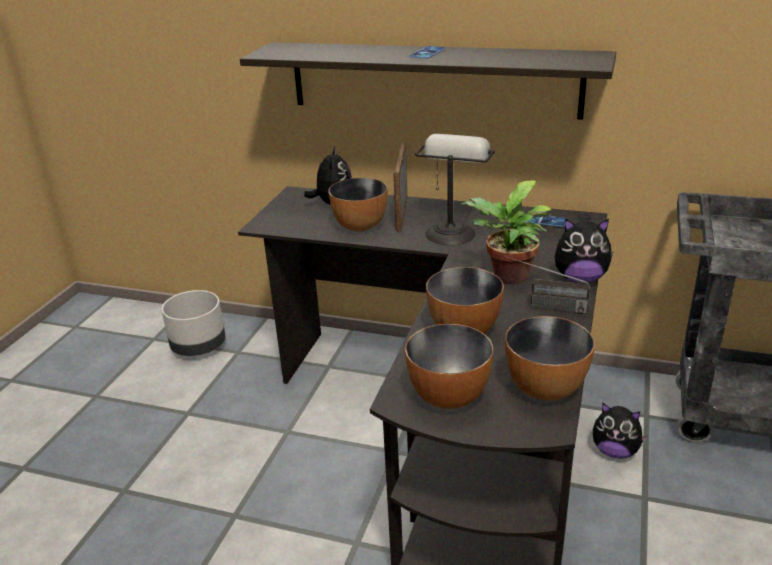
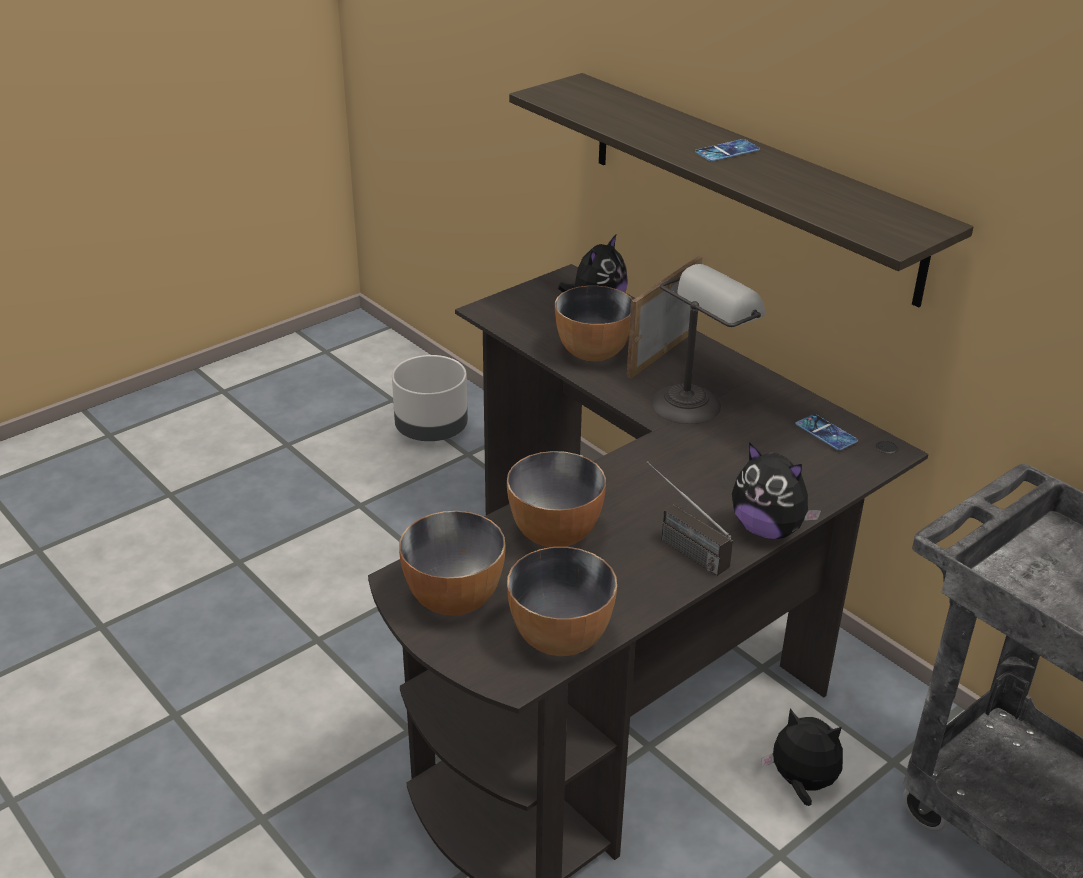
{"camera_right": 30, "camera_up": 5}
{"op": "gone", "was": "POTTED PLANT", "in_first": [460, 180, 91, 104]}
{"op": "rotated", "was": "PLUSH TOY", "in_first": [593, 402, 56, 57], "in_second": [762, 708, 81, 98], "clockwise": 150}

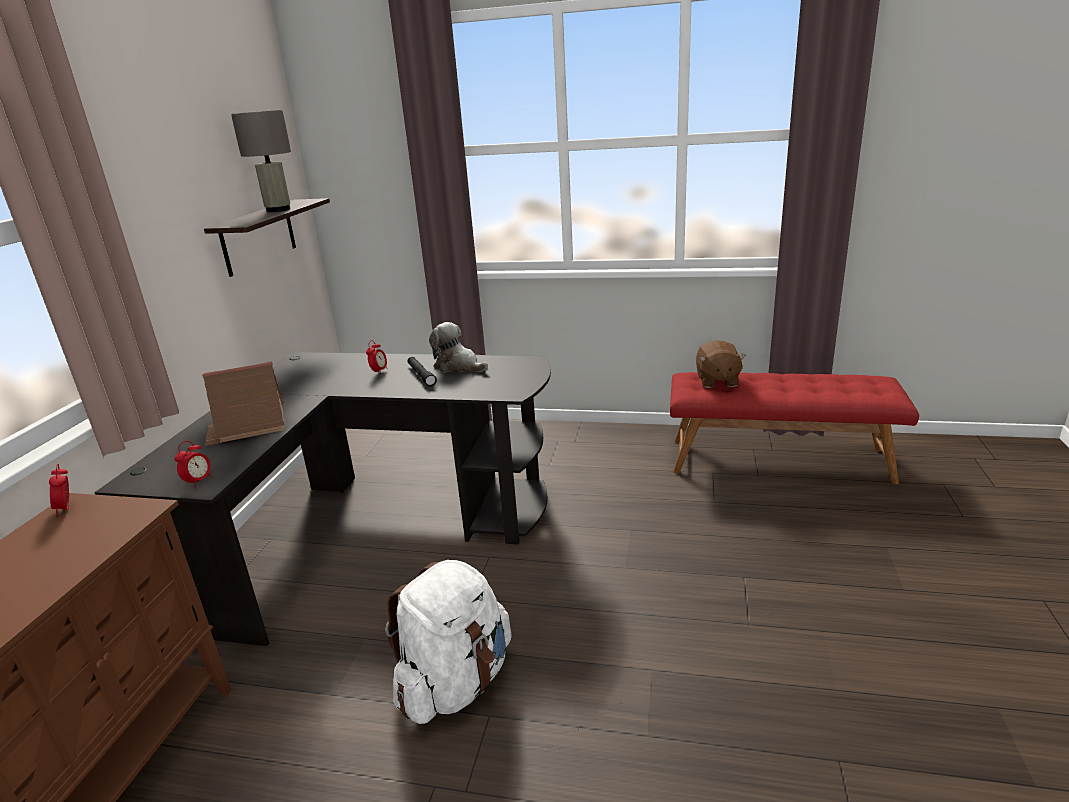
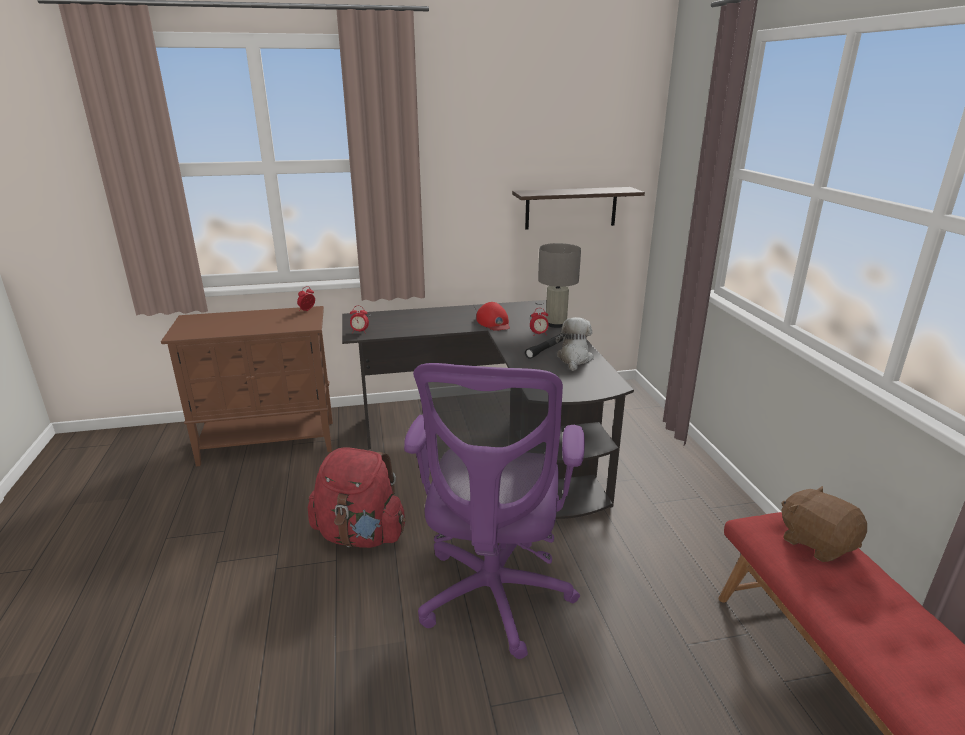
{"camera_right": 65, "camera_up": 0}
{"op": "gone", "was": "TOY HOUSE", "in_first": [202, 361, 82, 85]}
{"op": "shifted", "was": "GREY TABLE LAMP", "in_first": [231, 110, 60, 102], "in_second": [538, 243, 43, 85]}
{"op": "repainted", "was": "WHITE BACKPACK", "now": "RED BACKPACK", "in_first": [385, 560, 127, 164], "in_second": [308, 447, 98, 101]}
{"op": "rotated", "was": "BROWN PLUSH TOY", "in_first": [696, 340, 50, 48], "in_second": [782, 486, 85, 76], "clockwise": 75}
{"op": "new", "now": "PURPLE OFFICE CHAIR", "in_second": [404, 363, 181, 296]}
{"op": "new", "now": "RED CAP", "in_second": [476, 302, 34, 29]}

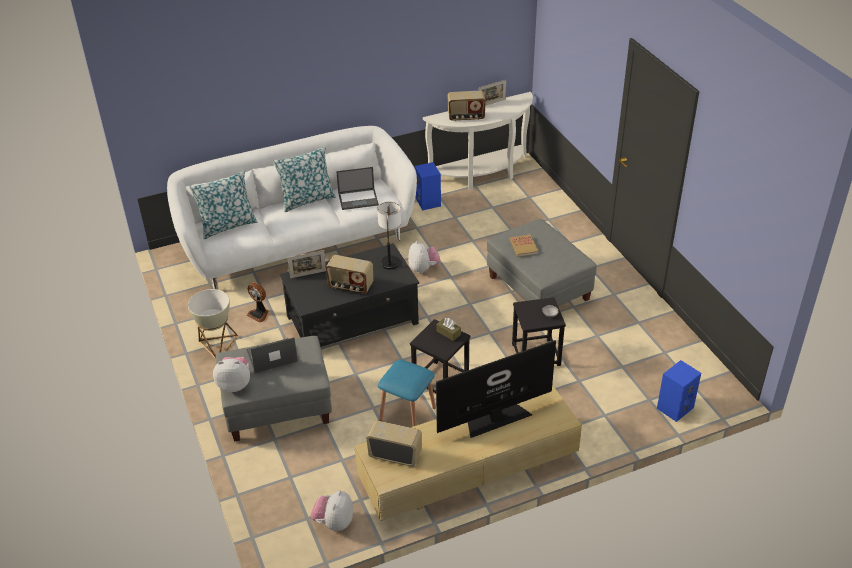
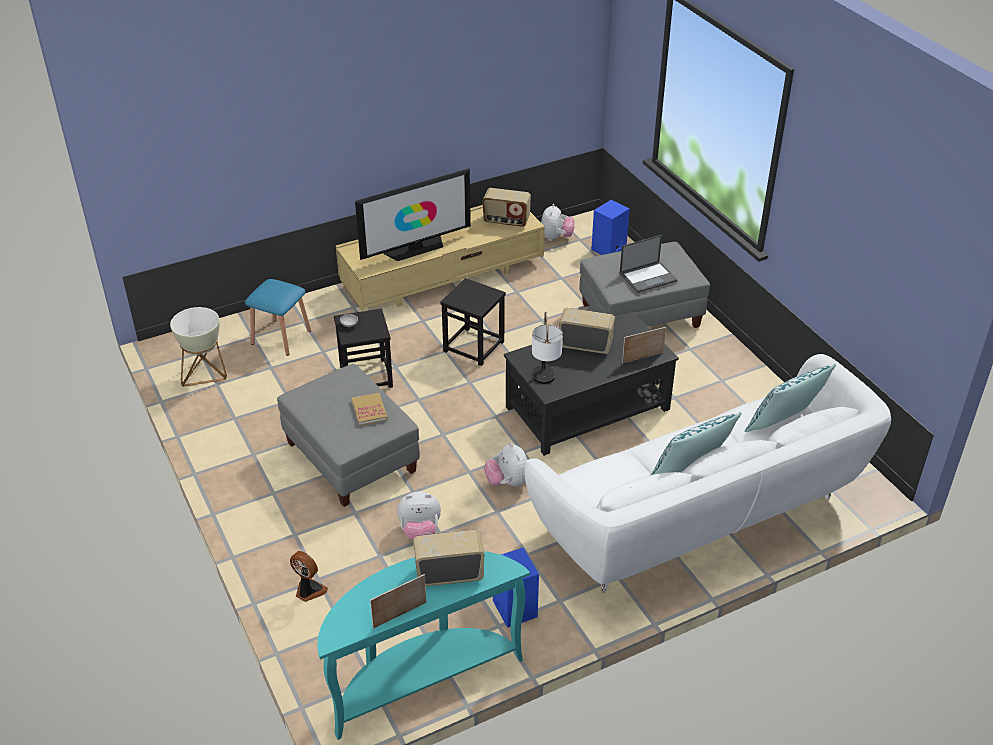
{"camera_right": 175, "camera_up": 0}
{"op": "shifted", "was": "PLANTER", "in_first": [188, 289, 50, 70], "in_second": [170, 307, 57, 79]}
{"op": "shifted", "was": "PLUSH TOY", "in_first": [213, 357, 37, 35], "in_second": [397, 492, 44, 48]}
{"op": "shifted", "was": "FAN", "in_first": [246, 283, 23, 39], "in_second": [290, 551, 38, 51]}
{"op": "gone", "was": "LAPTOP", "in_first": [336, 167, 43, 43]}
{"op": "shifted", "was": "BLUE STOOL", "in_first": [378, 360, 58, 66], "in_second": [245, 279, 66, 77]}
{"op": "repainted", "was": "WHITE CONSOLE TABLE", "now": "TURQUOISE CONSOLE TABLE", "in_first": [423, 92, 110, 98], "in_second": [317, 551, 213, 189]}
{"op": "gone", "was": "BROWN TISSUE BOX", "in_first": [436, 318, 25, 23]}
{"op": "shifted", "was": "BLUE SPEAKER", "in_first": [657, 360, 44, 62], "in_second": [591, 200, 39, 55]}

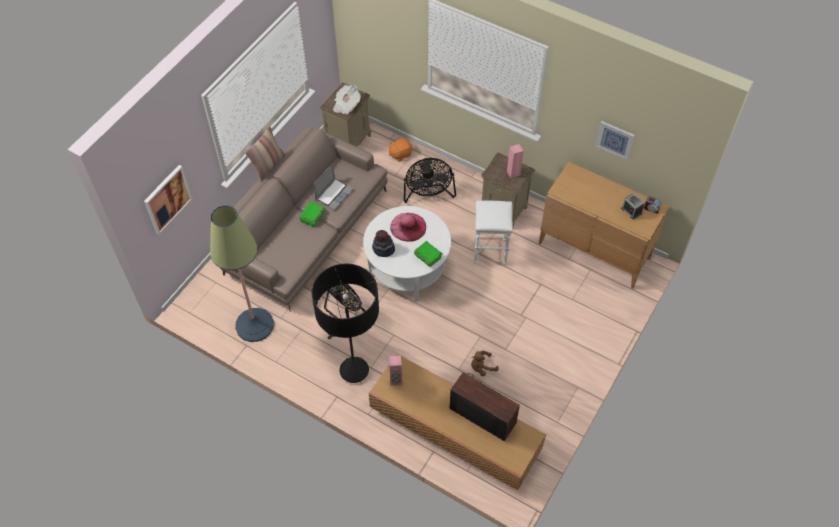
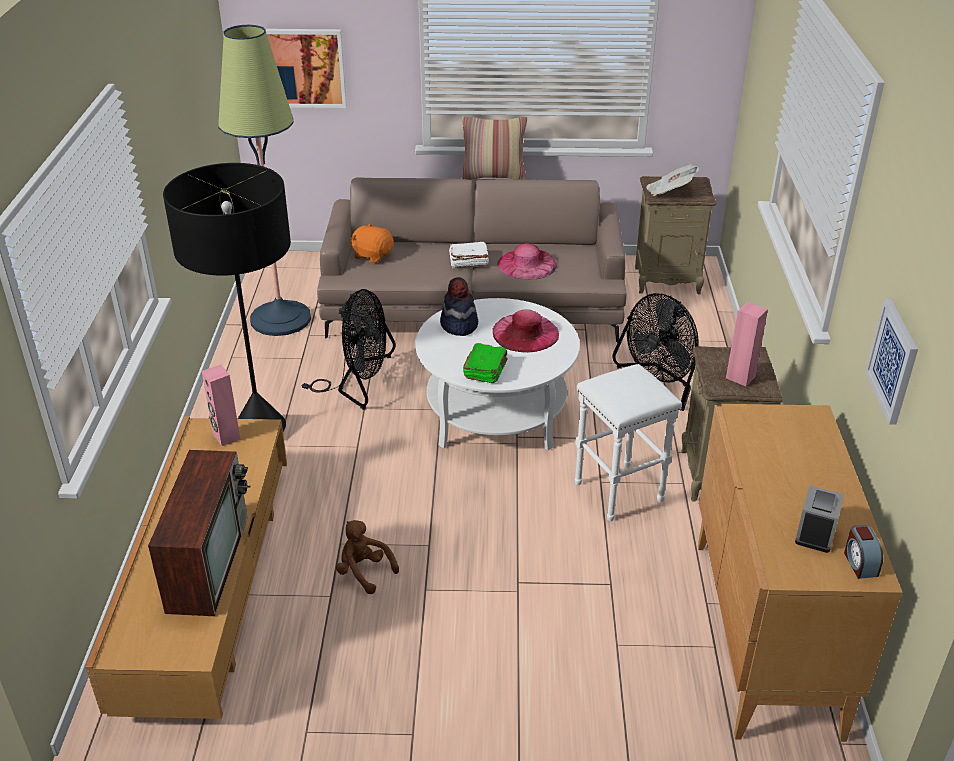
{"camera_right": 60, "camera_up": -20}
{"op": "repainted", "was": "GREEN BOOK", "now": "WHITE BOOK", "in_first": [300, 202, 25, 25], "in_second": [449, 242, 40, 26]}
{"op": "swapped", "was": "LAPTOP", "now": "PINK HAT", "in_first": [313, 163, 41, 47], "in_second": [497, 243, 60, 37]}
{"op": "shifted", "was": "ORANGE PLUSH TOY", "in_first": [389, 138, 24, 24], "in_second": [351, 223, 42, 41]}

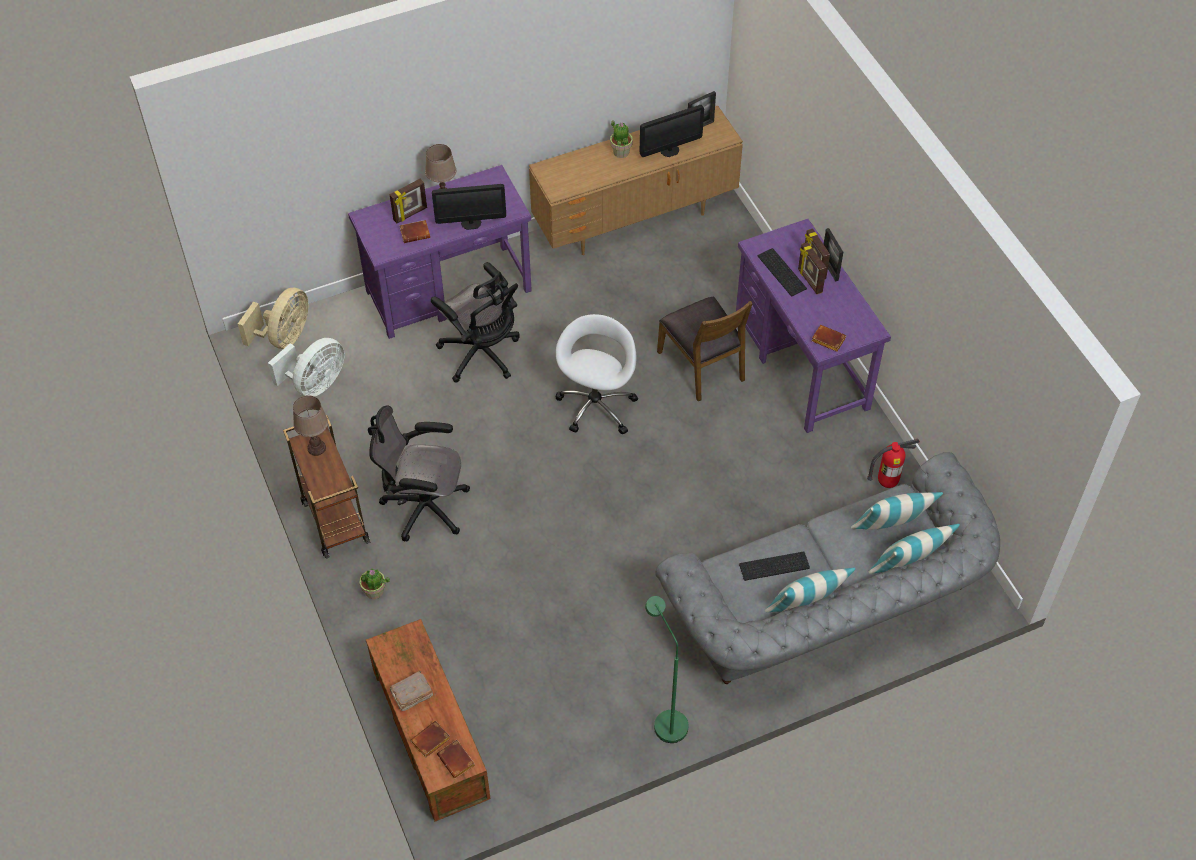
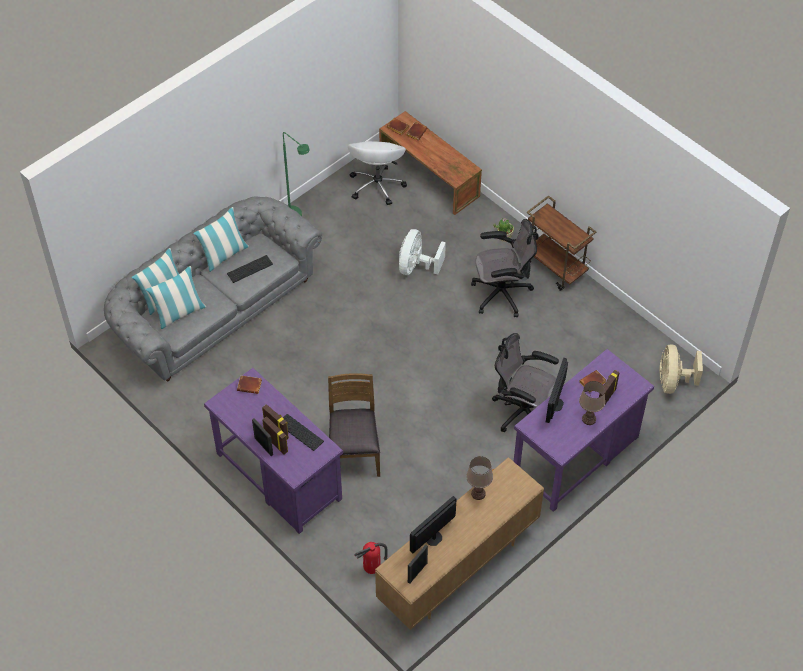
{"camera_right": 160, "camera_up": 0}
{"op": "shifted", "was": "WHITE FAN", "in_first": [268, 338, 77, 59], "in_second": [399, 229, 47, 46]}
{"op": "shifted", "was": "BROWN TABLE LAMP", "in_first": [293, 395, 35, 61], "in_second": [466, 456, 27, 44]}
{"op": "gone", "was": "BROWN BOOK", "in_first": [389, 670, 44, 41]}
{"op": "rotated", "was": "MONITOR", "in_first": [432, 184, 74, 46], "in_second": [546, 358, 22, 65], "clockwise": -45}
{"op": "shifted", "was": "WHITE OFFICE CHAIR", "in_first": [555, 314, 83, 120], "in_second": [348, 141, 59, 64]}
{"op": "gone", "was": "POTTED PLANT", "in_first": [610, 120, 23, 38]}
{"op": "rotated", "was": "BROWN CHAIR", "in_first": [657, 297, 96, 104], "in_second": [328, 373, 52, 104], "clockwise": 45}
{"op": "shifted", "was": "FIRE EXTINGUISHER", "in_first": [867, 439, 53, 49], "in_second": [355, 542, 33, 32]}

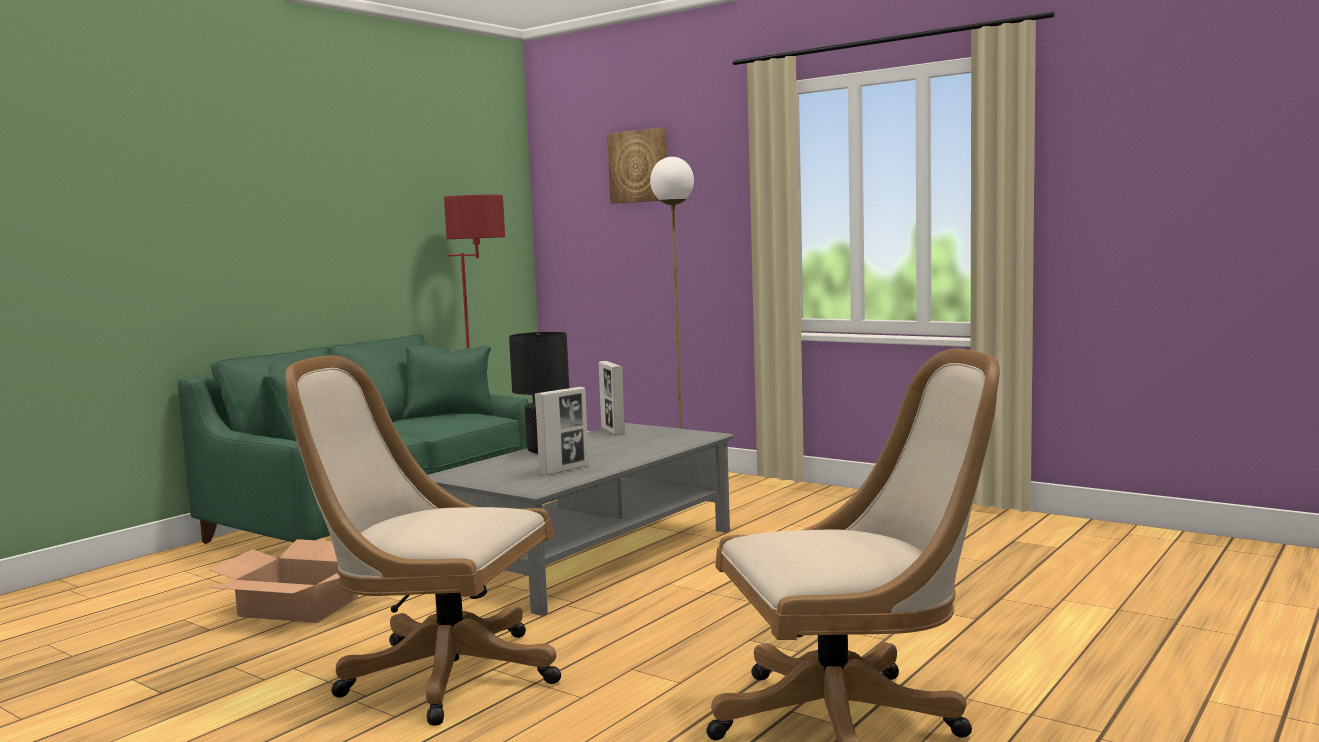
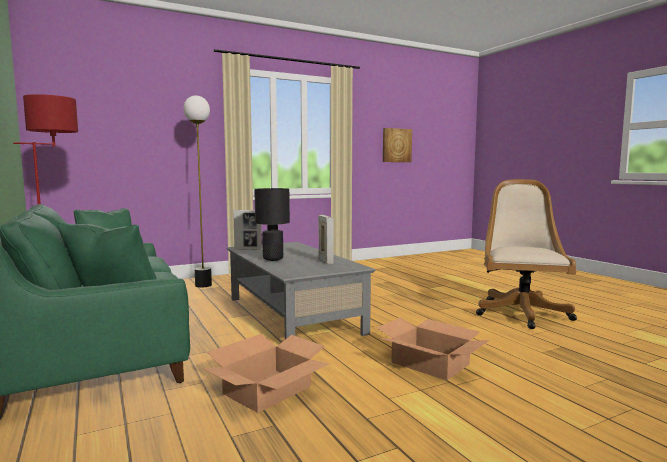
{"camera_right": -65, "camera_up": 0}
{"op": "swapped", "was": "OFFICE CHAIR", "now": "CARDBOARD BOX", "in_first": [285, 355, 276, 371], "in_second": [377, 317, 113, 64]}
{"op": "shifted", "was": "PICTURE", "in_first": [607, 127, 60, 77], "in_second": [383, 128, 29, 34]}

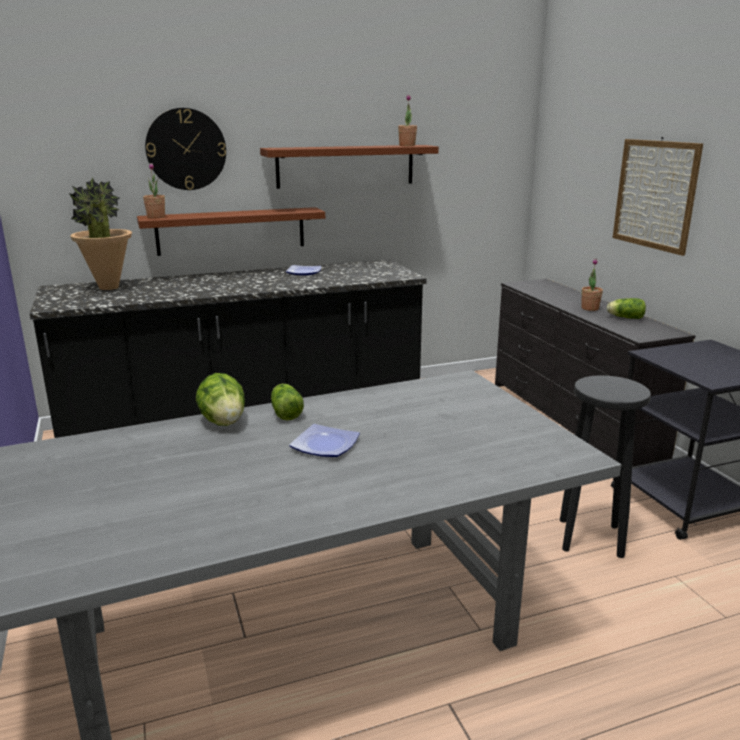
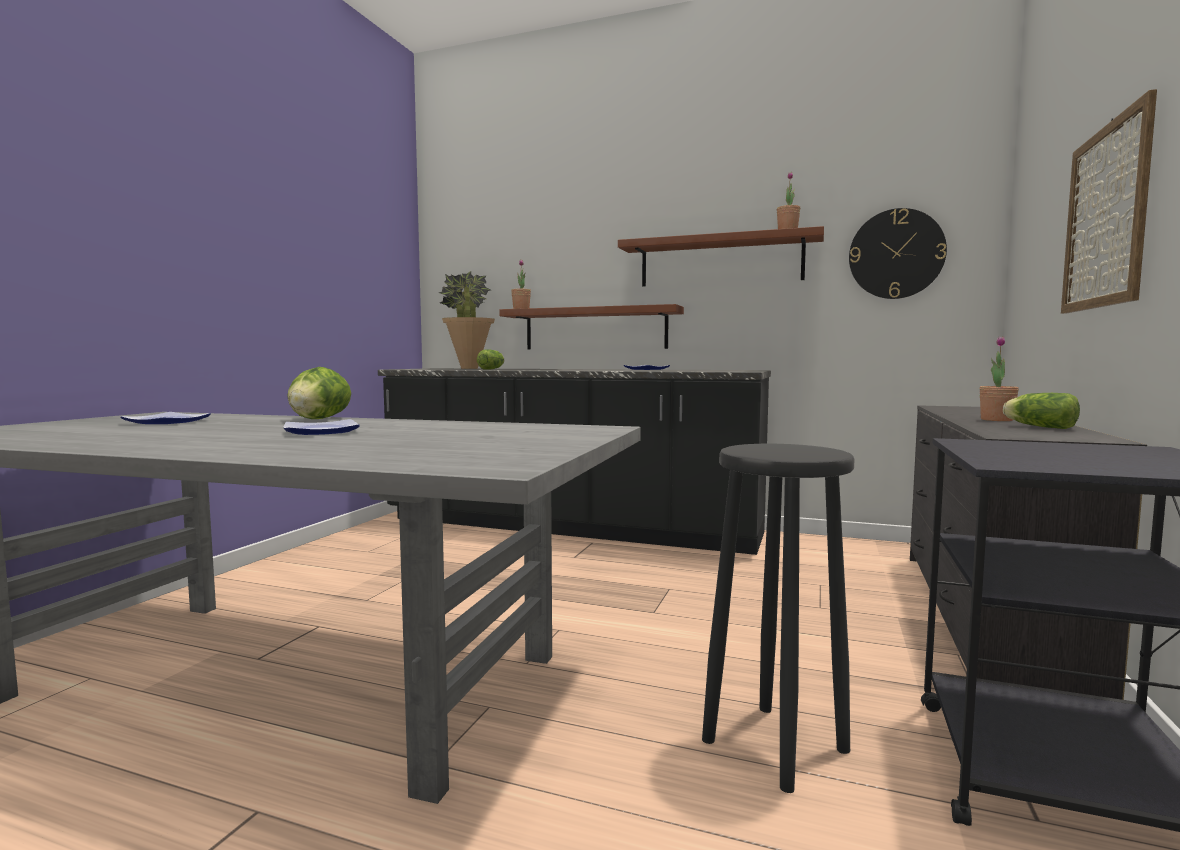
{"camera_right": 40, "camera_up": -15}
{"op": "shifted", "was": "WALL CLOCK", "in_first": [145, 108, 81, 82], "in_second": [849, 208, 98, 91]}
{"op": "shifted", "was": "LETTUCE", "in_first": [271, 384, 33, 37], "in_second": [477, 349, 27, 21]}
{"op": "new", "now": "PLATE", "in_second": [120, 412, 91, 12]}

